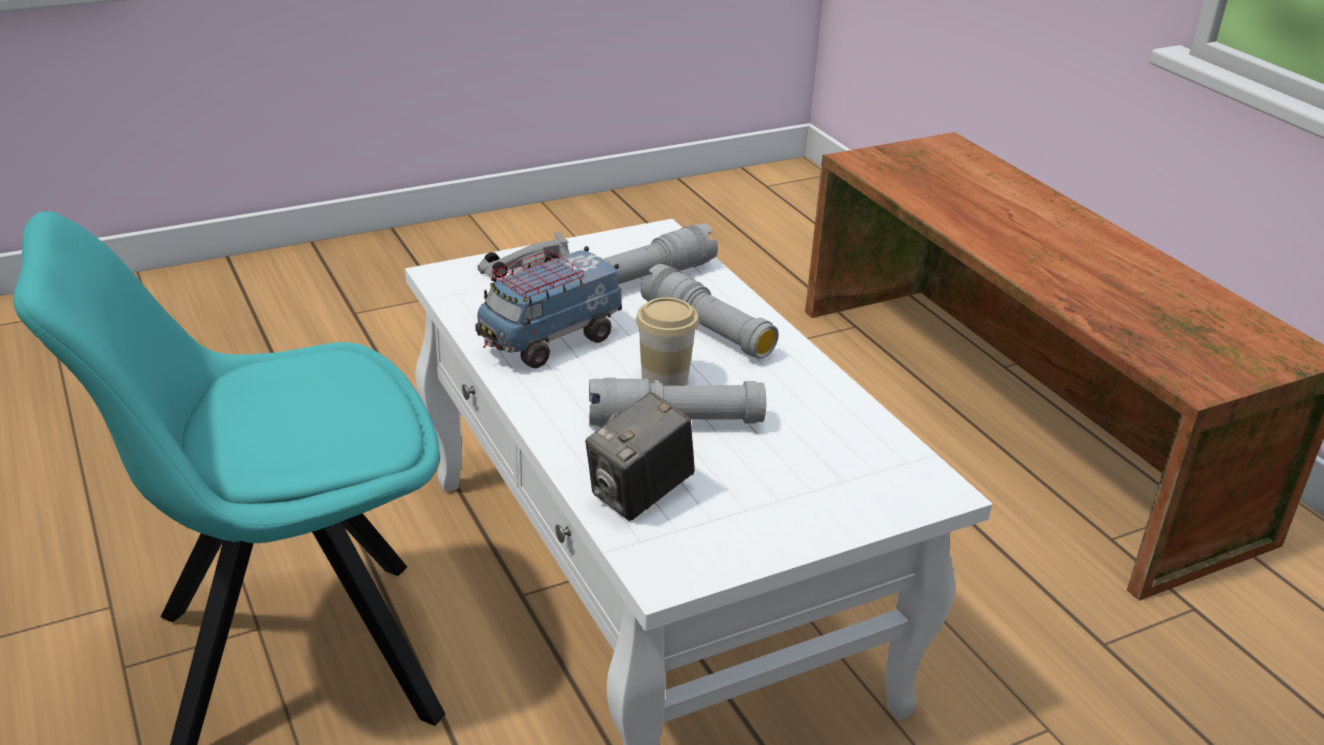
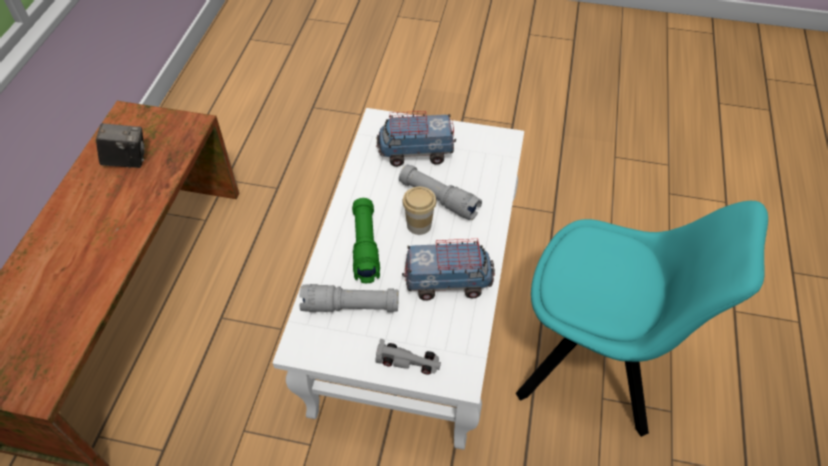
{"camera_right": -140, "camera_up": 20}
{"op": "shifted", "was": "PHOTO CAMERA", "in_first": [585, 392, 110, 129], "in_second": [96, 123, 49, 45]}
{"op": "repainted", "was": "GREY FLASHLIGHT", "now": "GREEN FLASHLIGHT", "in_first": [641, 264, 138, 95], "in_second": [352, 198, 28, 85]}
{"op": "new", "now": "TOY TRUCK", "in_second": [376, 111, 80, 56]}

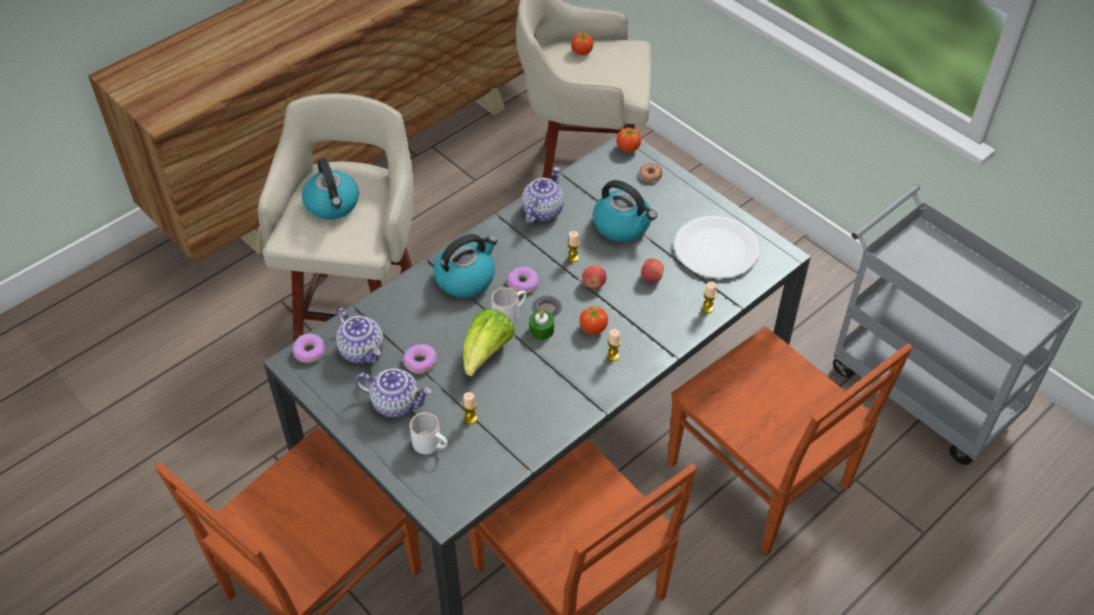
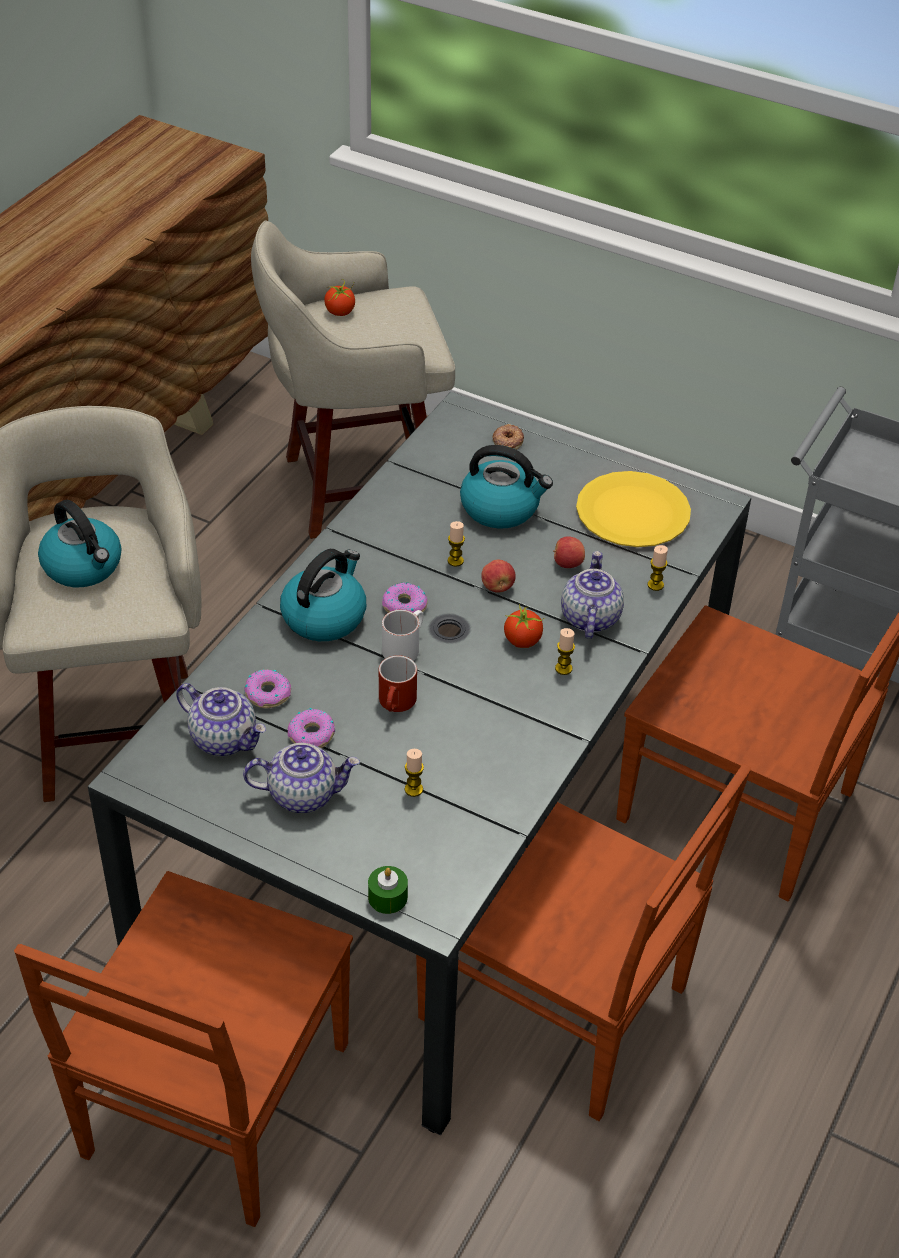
{"camera_right": -20, "camera_up": -5}
{"op": "shifted", "was": "DONUT", "in_first": [293, 334, 32, 29], "in_second": [244, 670, 47, 38]}
{"op": "gone", "was": "WHITE MUG", "in_first": [410, 412, 38, 42]}
{"op": "swapped", "was": "LETTUCE", "now": "RED MUG", "in_first": [463, 309, 52, 67], "in_second": [379, 655, 38, 57]}
{"op": "shifted", "was": "TEAPOT", "in_first": [522, 167, 42, 57], "in_second": [561, 551, 63, 88]}
{"op": "shifted", "was": "GREEN CANDLE", "in_first": [529, 310, 25, 30], "in_second": [368, 866, 40, 48]}
{"op": "gone", "was": "TOMATO", "in_first": [617, 122, 24, 31]}
{"op": "repainted", "was": "WHITE PLATE", "now": "YELLOW PLATE", "in_first": [674, 216, 86, 63], "in_second": [576, 471, 115, 76]}

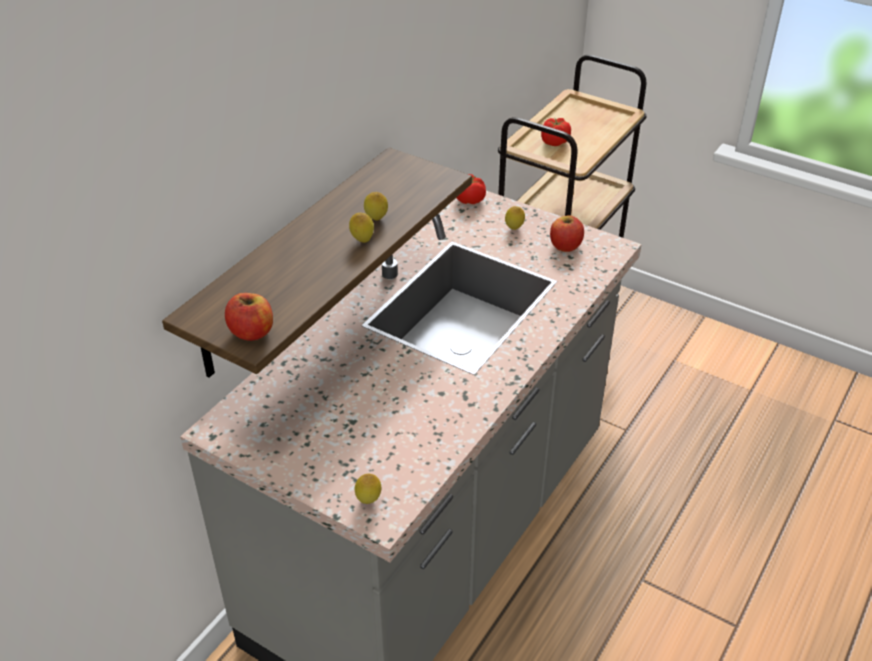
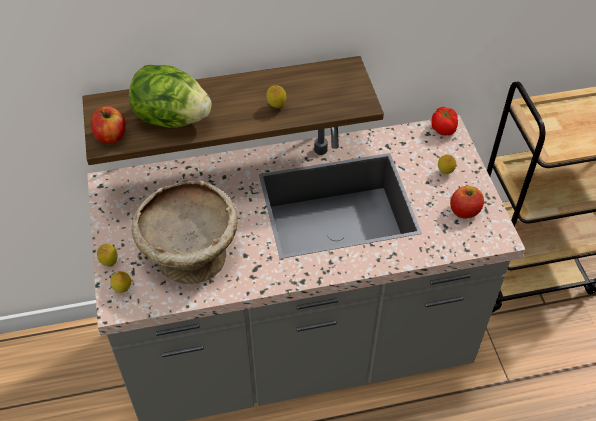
{"camera_right": 45, "camera_up": 10}
{"op": "shifted", "was": "LEMON", "in_first": [349, 213, 25, 30], "in_second": [97, 244, 21, 23]}
{"op": "gone", "was": "TOMATO", "in_first": [541, 118, 30, 28]}
{"op": "new", "now": "LETTUCE", "in_second": [129, 65, 83, 63]}
{"op": "new", "now": "BEIGE BOWL", "in_second": [132, 181, 106, 103]}

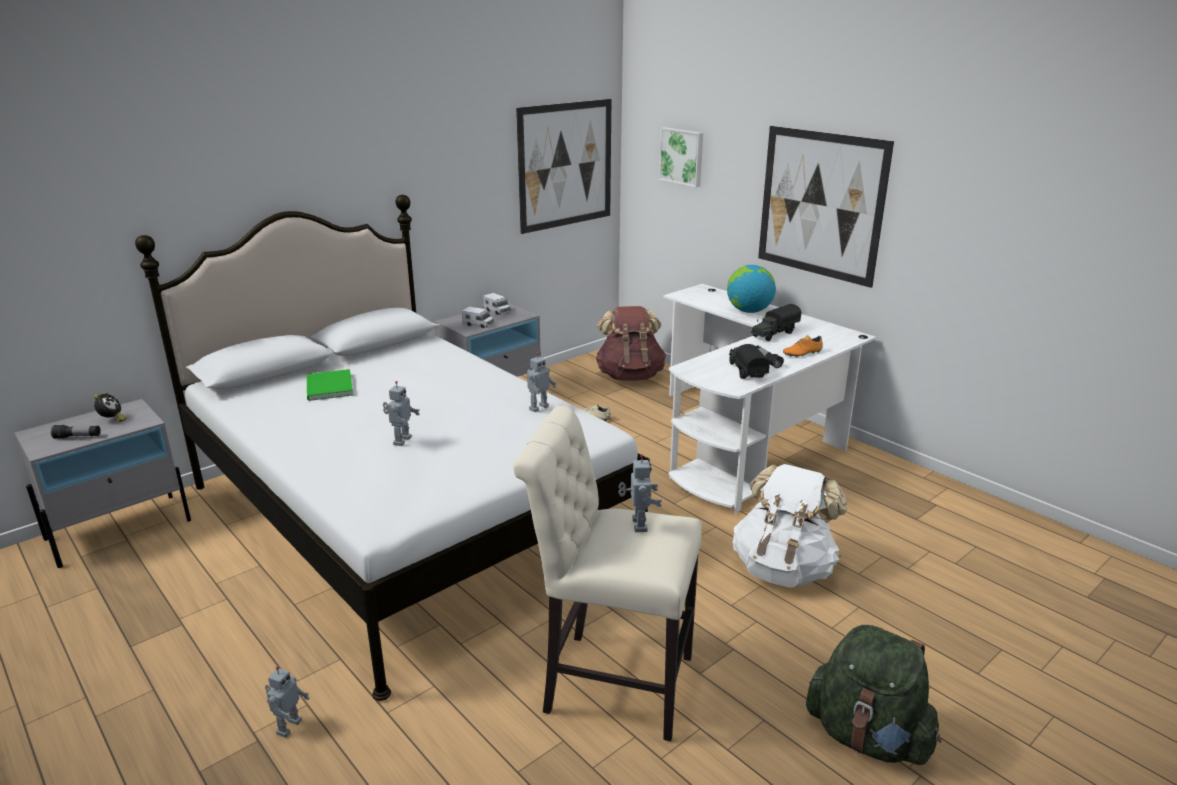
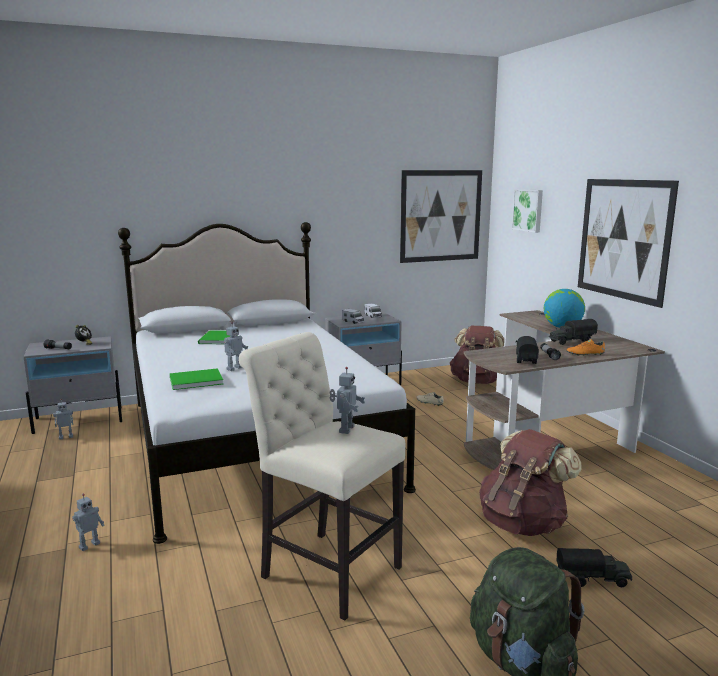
{"camera_right": 20, "camera_up": -10}
{"op": "shifted", "was": "TOY ROBOT", "in_first": [526, 352, 31, 60], "in_second": [53, 399, 20, 41]}
{"op": "repainted", "was": "WHITE DESK", "now": "BROWN DESK", "in_first": [663, 284, 213, 229], "in_second": [464, 310, 201, 160]}
{"op": "repainted", "was": "WHITE BACKPACK", "now": "BROWN BACKPACK", "in_first": [733, 464, 115, 124], "in_second": [479, 429, 103, 107]}
{"op": "new", "now": "GREEN BOOK", "in_second": [169, 368, 54, 22]}
{"op": "new", "now": "TOY TRUCK", "in_second": [556, 548, 76, 39]}

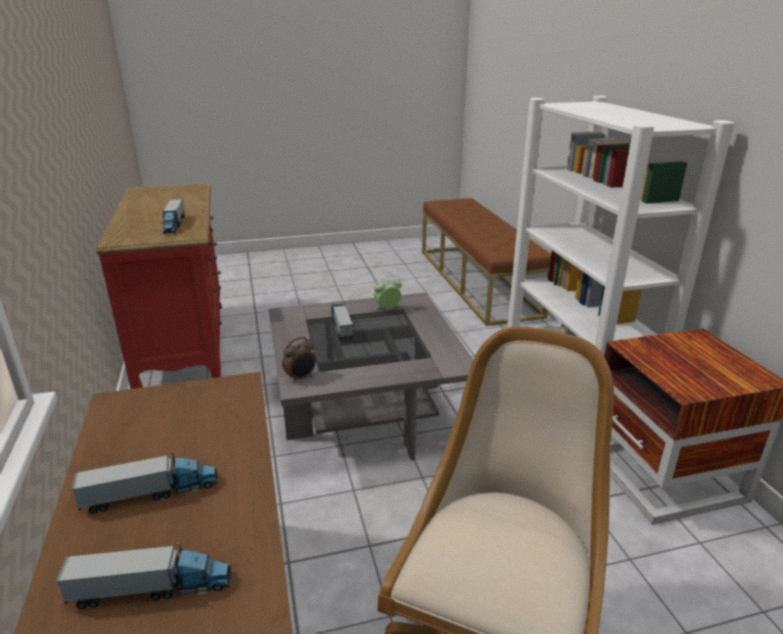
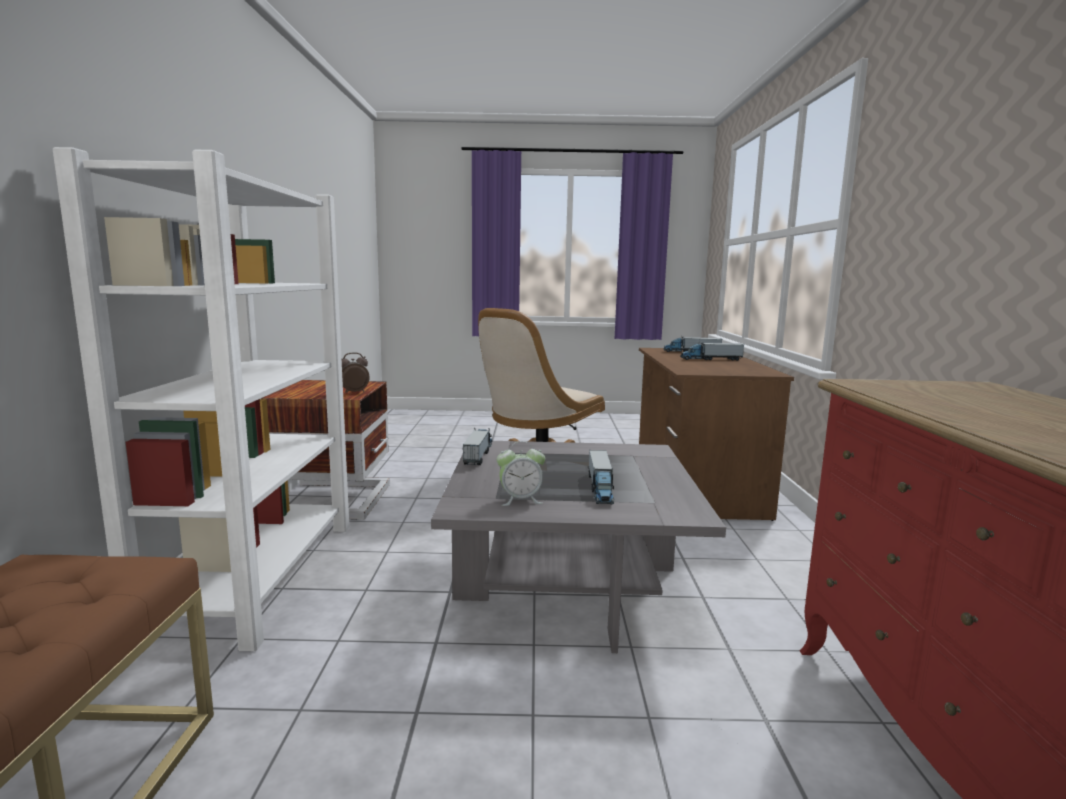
{"camera_right": -165, "camera_up": -15}
{"op": "shifted", "was": "TOY TRUCK", "in_first": [162, 199, 22, 35], "in_second": [463, 428, 29, 37]}
{"op": "shifted", "was": "ALARM CLOCK", "in_first": [282, 337, 34, 46], "in_second": [342, 353, 28, 40]}

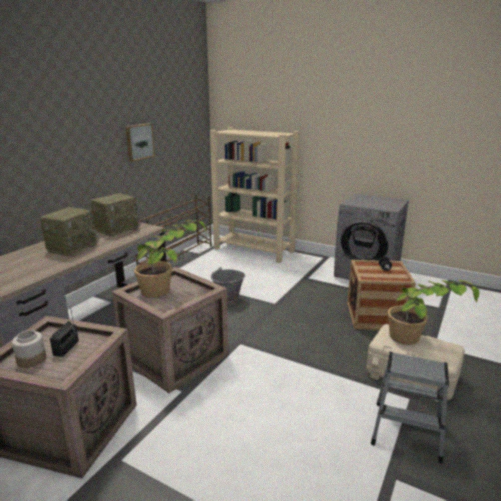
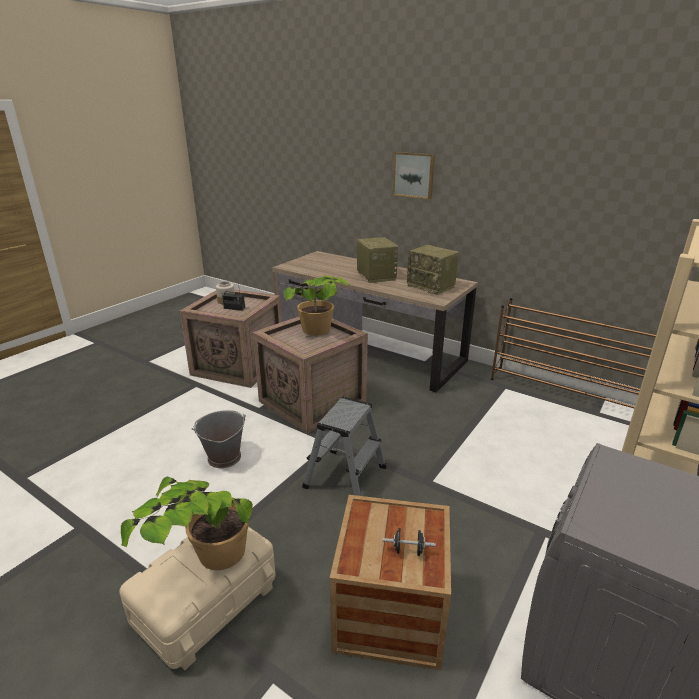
{"camera_right": 95, "camera_up": 5}
{"op": "rotated", "was": "RADIO", "in_first": [40, 207, 59, 50], "in_second": [357, 237, 41, 46], "clockwise": -135}
{"op": "shifted", "was": "PICTURE", "in_first": [125, 123, 30, 38], "in_second": [393, 152, 42, 47]}
{"op": "shifted", "was": "GREY BUCKET", "in_first": [211, 267, 34, 38], "in_second": [192, 410, 54, 58]}
{"op": "shifted", "was": "GREY STEP LADDER", "in_first": [371, 352, 78, 112], "in_second": [302, 396, 85, 100]}

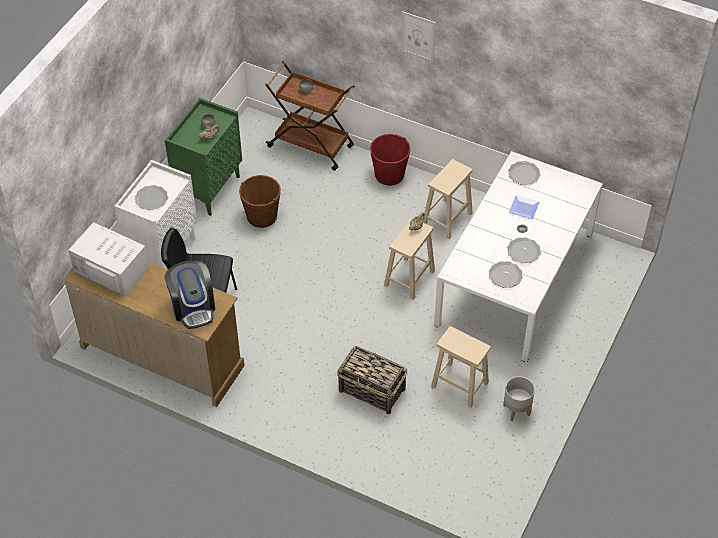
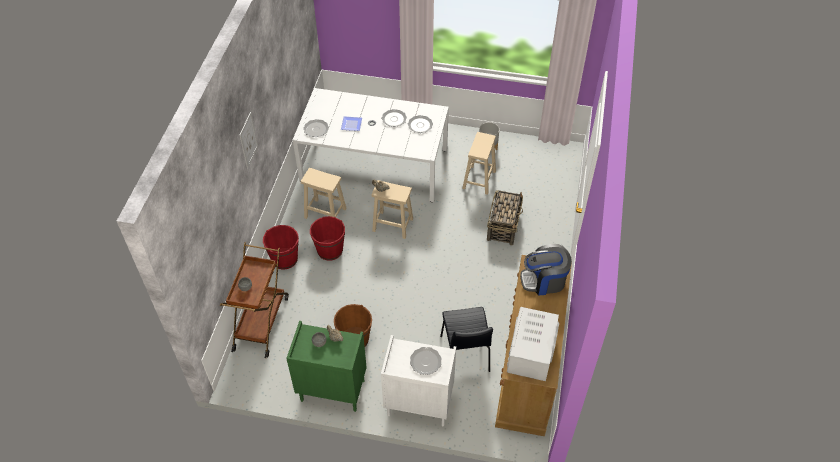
{"camera_right": -105, "camera_up": 0}
{"op": "rotated", "was": "COFFEE MACHINE", "in_first": [165, 261, 50, 68], "in_second": [520, 244, 52, 52], "clockwise": -150}
{"op": "new", "now": "RED BUCKET", "in_second": [310, 216, 35, 45]}

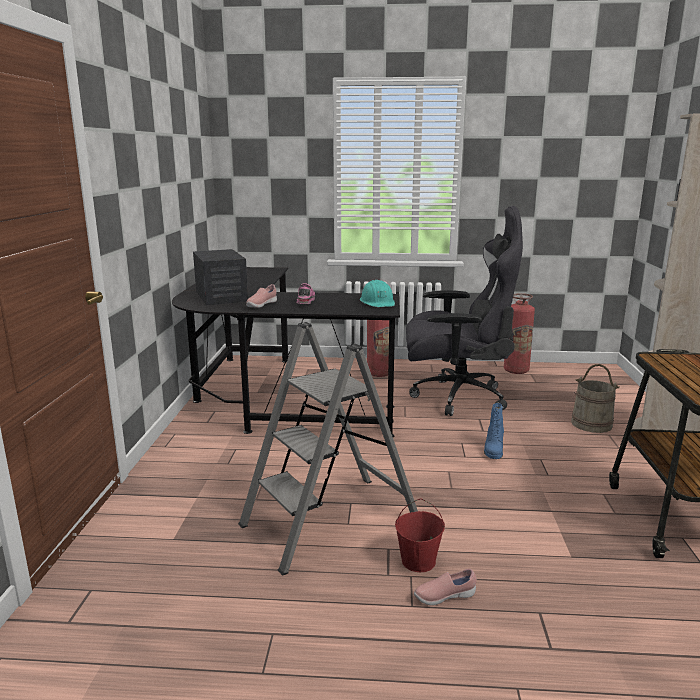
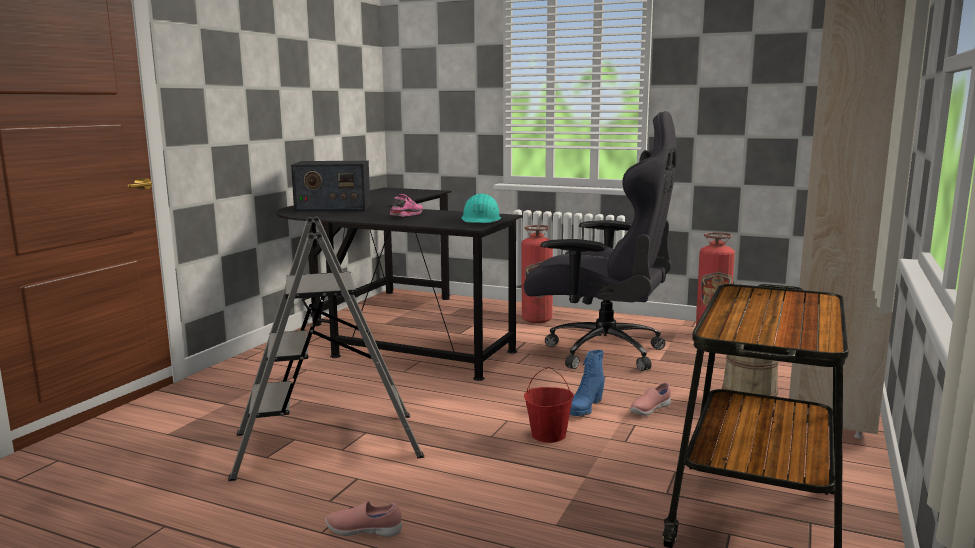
{"camera_right": 20, "camera_up": -5}
{"op": "rotated", "was": "RADIO", "in_first": [193, 249, 55, 56], "in_second": [291, 160, 79, 51], "clockwise": 90}
{"op": "shifted", "was": "PINK SHOE", "in_first": [246, 284, 31, 24], "in_second": [630, 382, 41, 34]}
{"op": "shifted", "was": "RED BUCKET", "in_first": [395, 498, 50, 74], "in_second": [524, 367, 50, 76]}

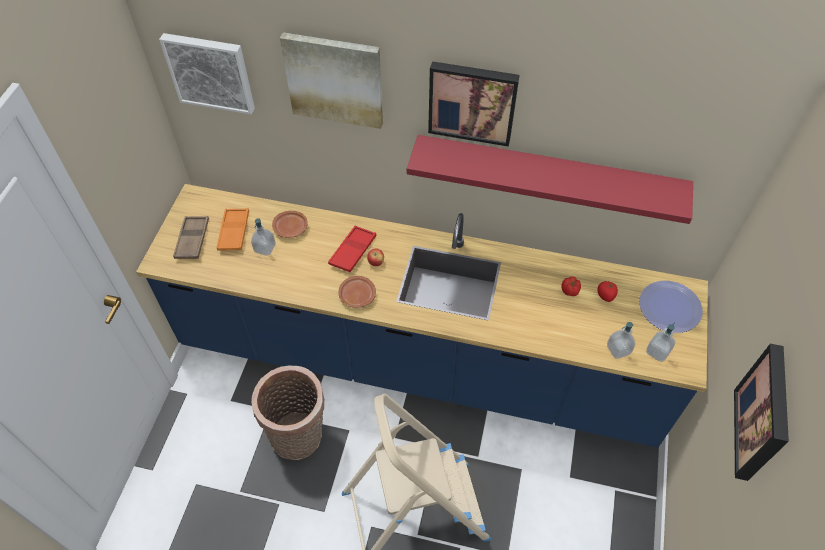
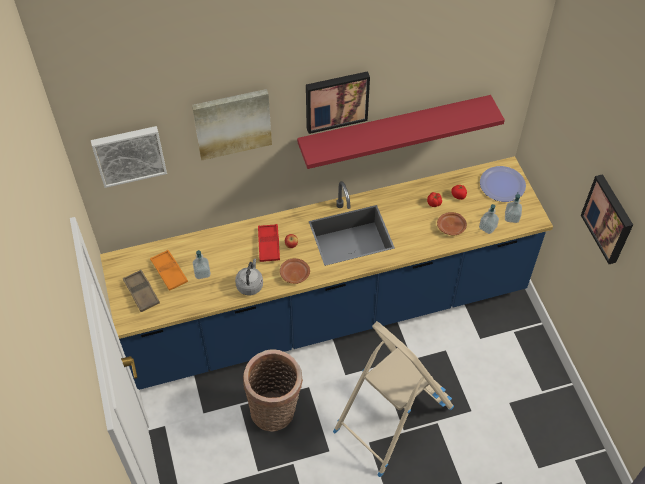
{"camera_right": -30, "camera_up": 0}
{"op": "shifted", "was": "BROWN PLATE", "in_first": [272, 211, 36, 27], "in_second": [437, 212, 30, 23]}
{"op": "new", "now": "GREY KETTLE", "in_second": [235, 259, 28, 36]}

